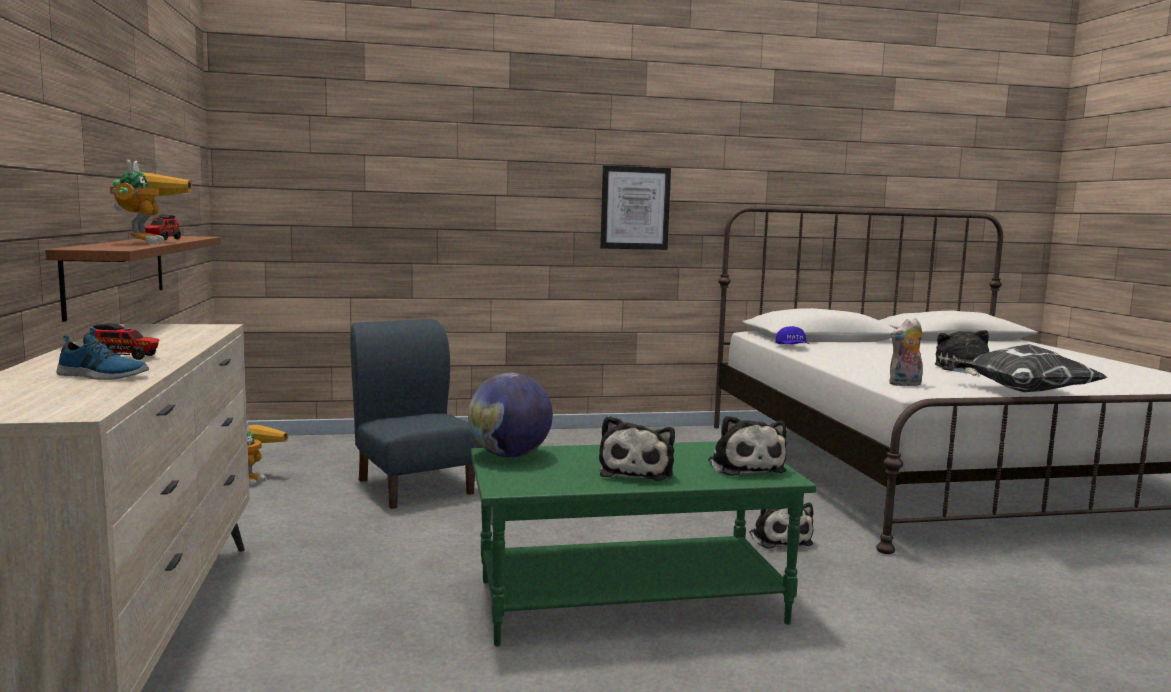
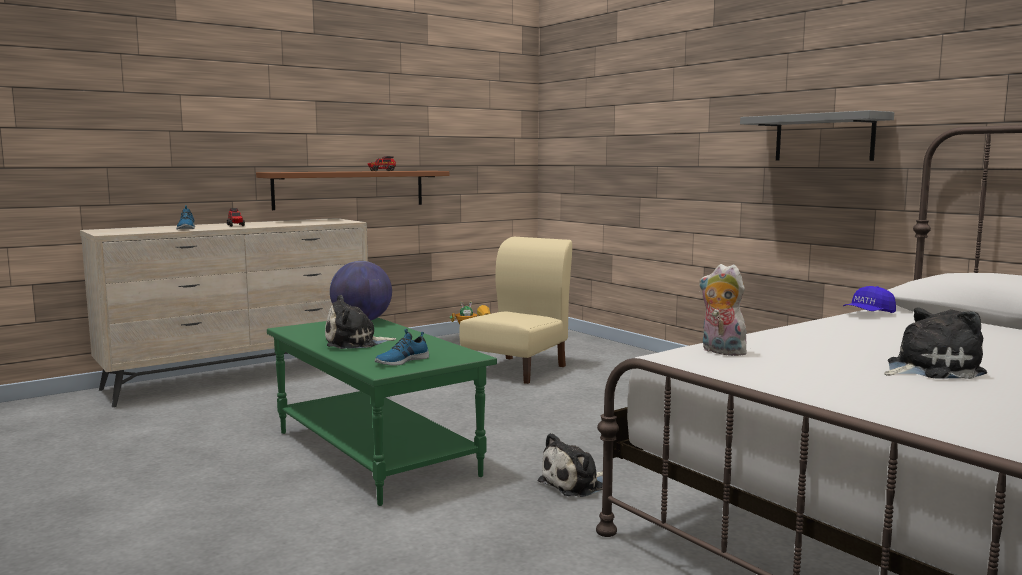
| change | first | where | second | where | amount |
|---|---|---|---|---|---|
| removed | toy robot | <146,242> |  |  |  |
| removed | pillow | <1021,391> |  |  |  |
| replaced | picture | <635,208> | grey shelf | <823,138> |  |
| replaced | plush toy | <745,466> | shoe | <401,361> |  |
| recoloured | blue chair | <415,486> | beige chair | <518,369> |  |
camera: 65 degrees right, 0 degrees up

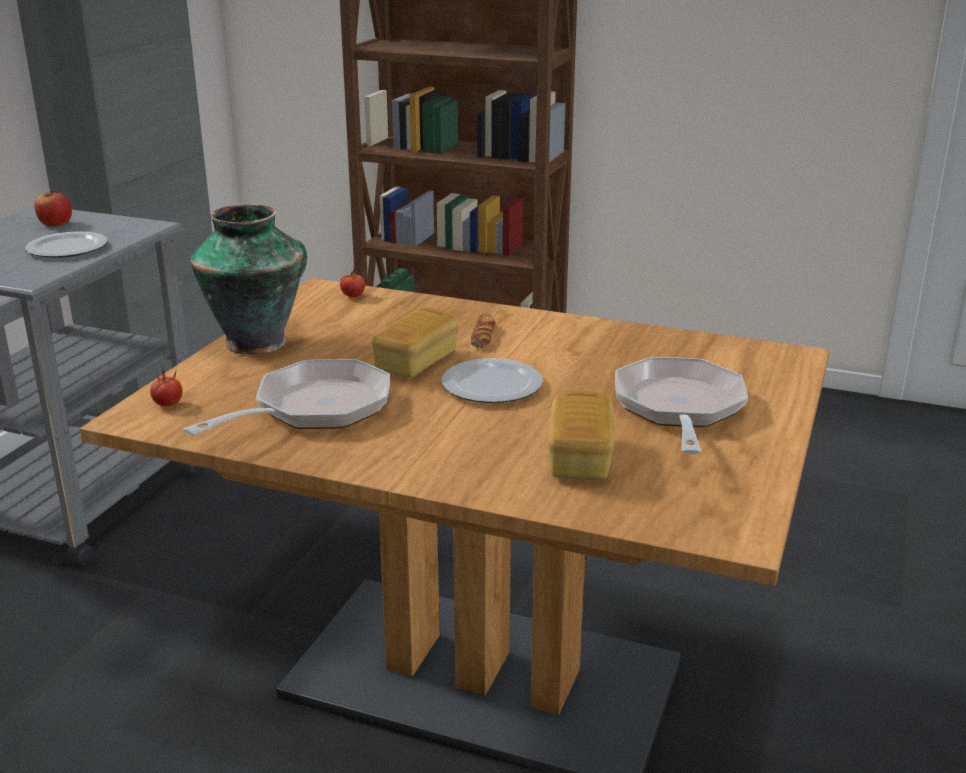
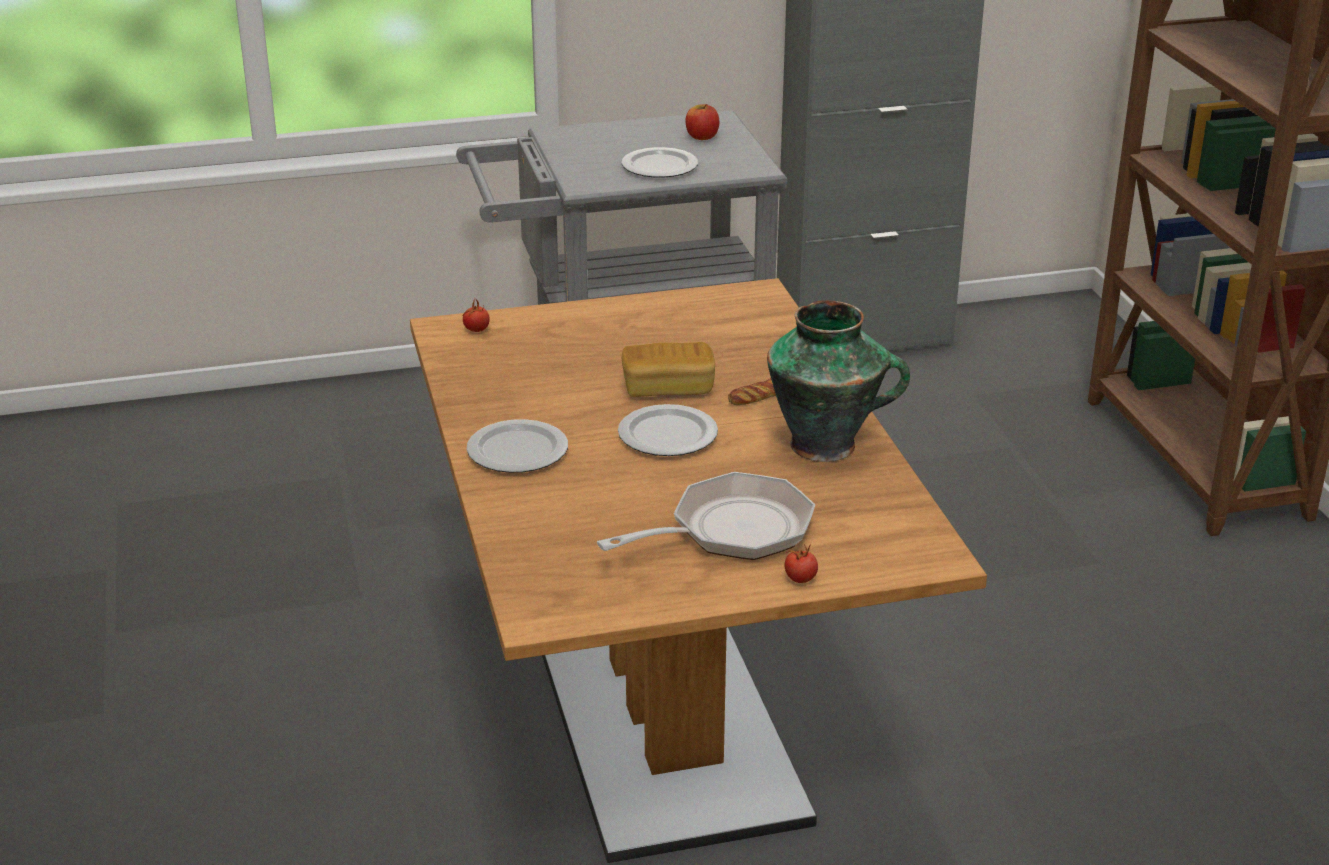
| change | first | where | second | where | amount |
|---|---|---|---|---|---|
| removed | frying pan | <314,409> |  |  |  |
| removed | bread | <580,458> |  |  |  |
| added |  |  | plate | <515,451> |  |
| moved | vase | <259,342> |  | <826,445> |  |
| moved | tomato | <353,296> |  | <800,579> |  |
camera: 55 degrees right, 5 degrees up

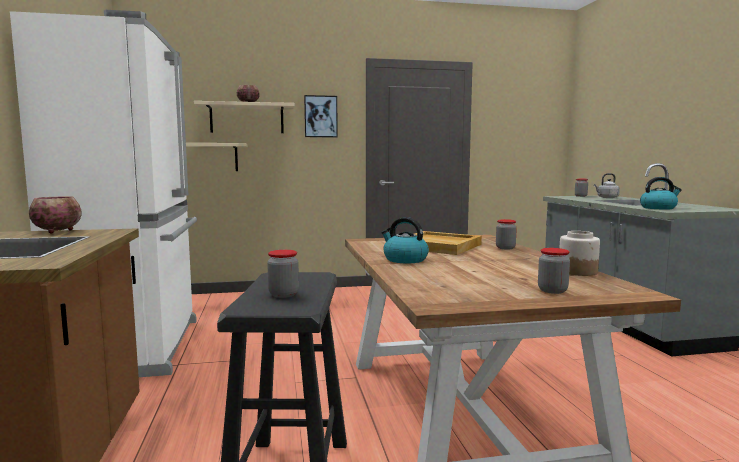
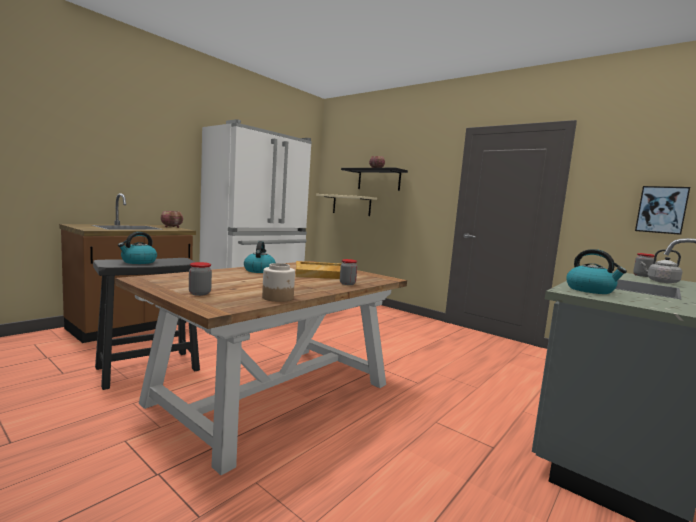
| change | first | where | second | where | amount |
|---|---|---|---|---|---|
| moved | picture | <320,116> |  | <661,209> |  |
| replaced | jar | <283,294> | kettle | <138,262> |  |
| recoloured | beige shelf | <247,119> | black shelf | <379,180> |  |
camera: 50 degrees right, 0 degrees up

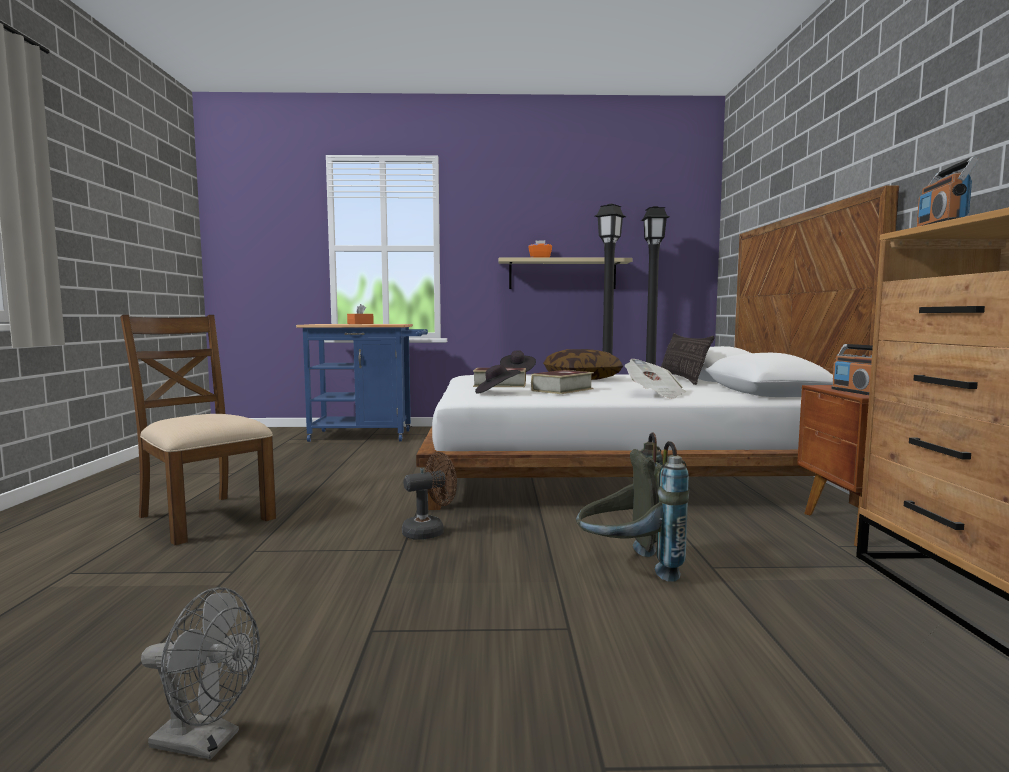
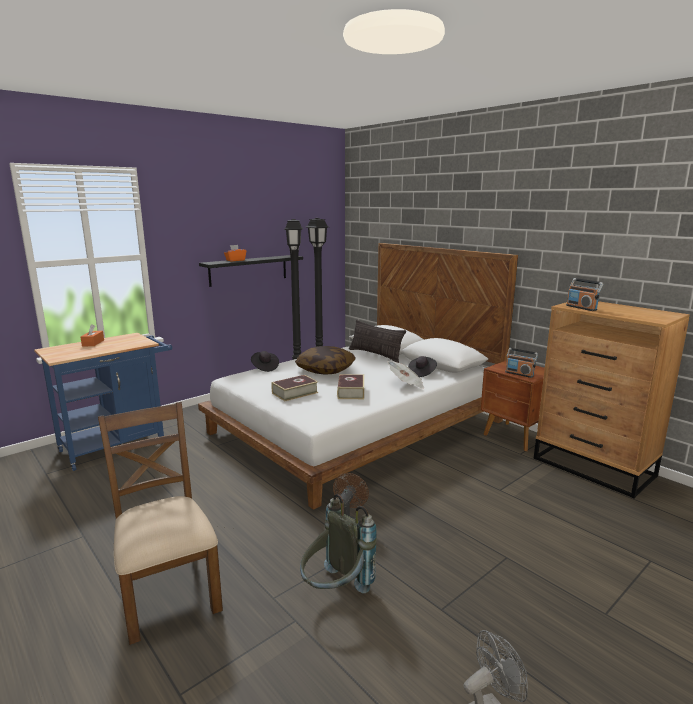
| change | first | where | second | where | amount |
|---|---|---|---|---|---|
| moved | black hat | <497,392> |  | <421,373> |  |
| moved | grey backpack | <628,568> |  | <335,592> |  |
| recoloured | beige shelf | <562,274> | black shelf | <248,270> |  |
| turned | brown chair | <204,517> |  | <168,591> | 60 degrees clockwise |
camera: 40 degrees left, 10 degrees up

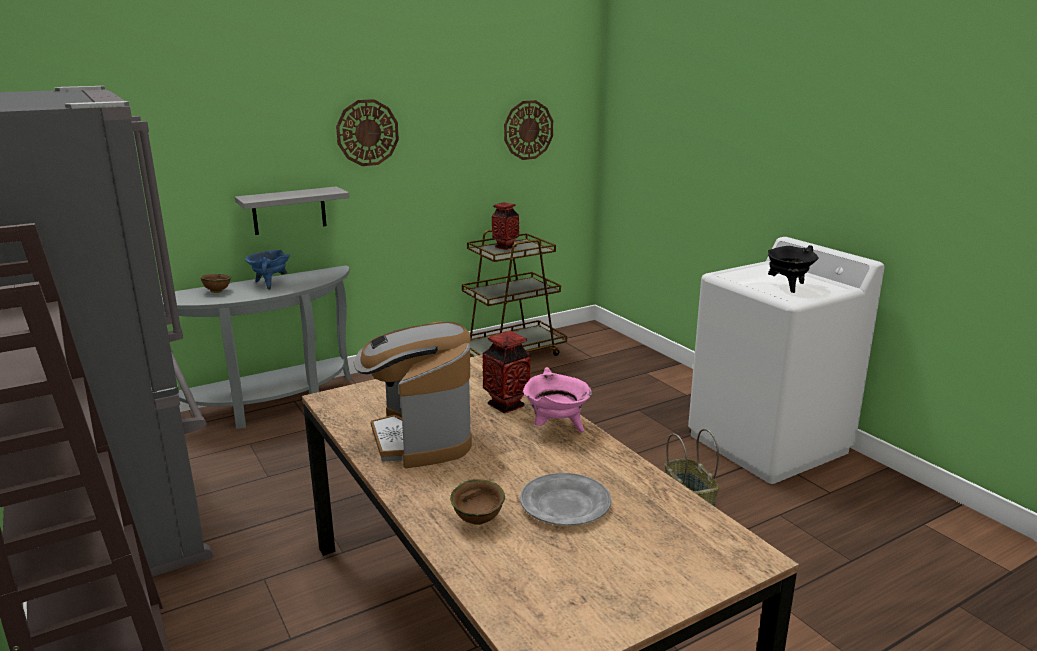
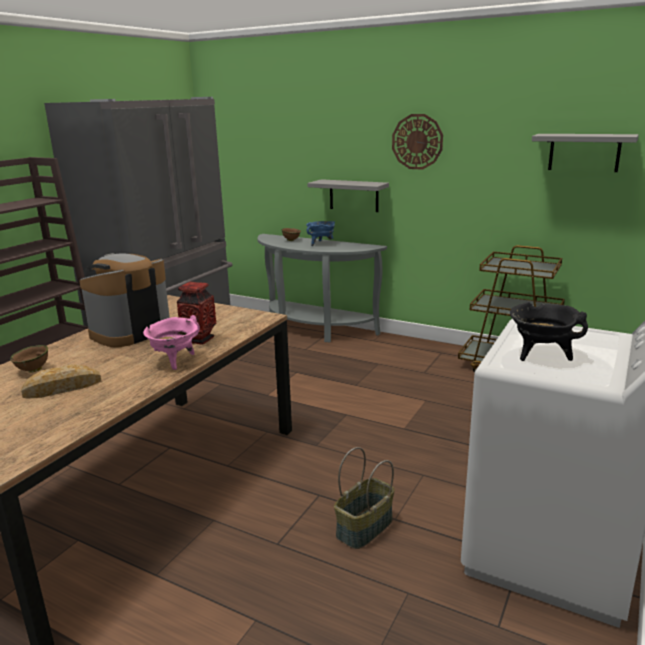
| change | first | where | second | where | amount |
|---|---|---|---|---|---|
| removed | vase | <505,247> |  |  |  |
| replaced | wall clock | <528,130> | grey shelf | <584,152> |  |
| replaced | grey plate | <564,504> | bread | <62,388> |  |
camera: 60 degrees right, 0 degrees up

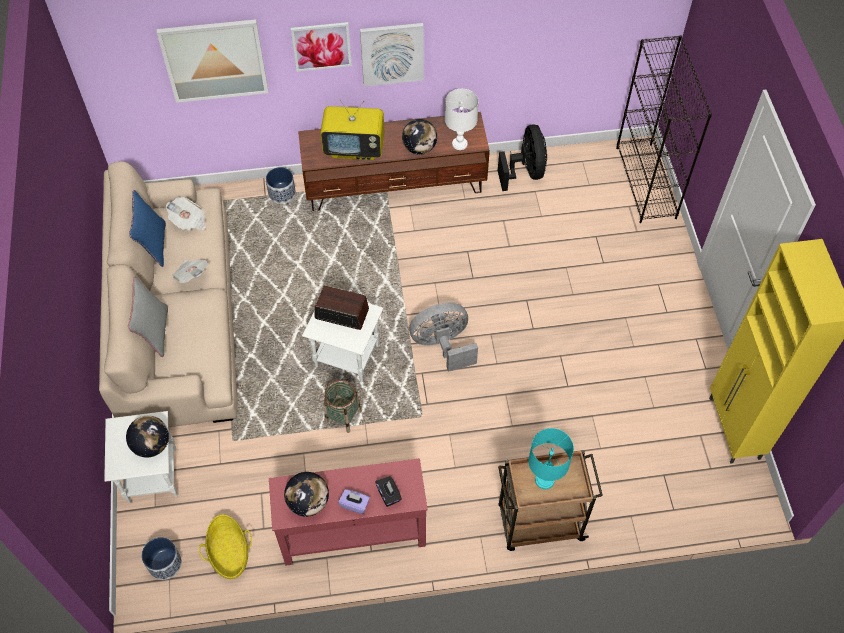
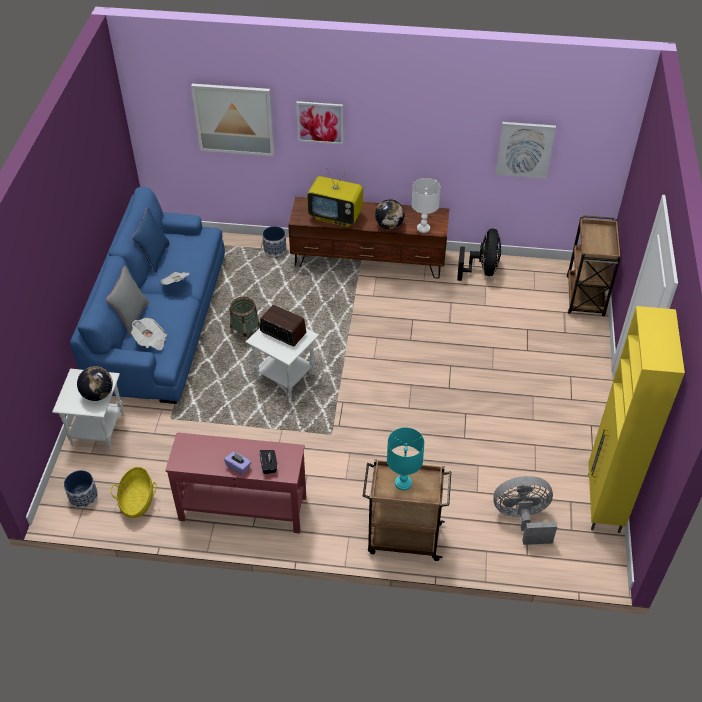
| change | first | where | second | where | amount |
|---|---|---|---|---|---|
| removed | globe | <308,502> |  |  |  |
| moved | newspaper | <189,221> |  | <150,340> |  |
| moved | basket | <343,416> |  | <245,332> |  |
| moved | picture | <392,53> |  | <525,149> |  |
| moved | grey fan | <443,345> |  | <522,519> |  |
| replaced | black bookcase | <646,183> | brown cart | <585,297> |  |
| recoloured | beige sofa | <178,317> | blue sofa | <160,321> |  |
camera: 15 degrees right, 10 degrees down

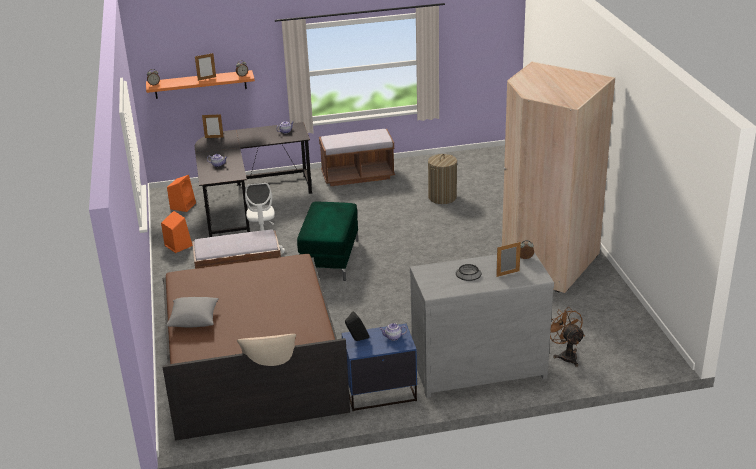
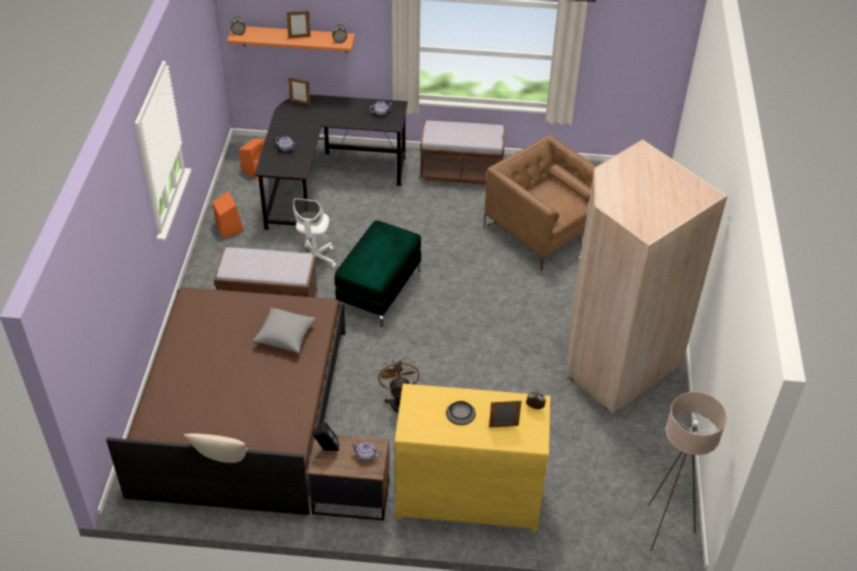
| change | first | where | second | where | amount |
|---|---|---|---|---|---|
| added |  |  | beige floor lamp | <665,528> |  |
| moved | grey pillow | <194,320> |  | <285,336> |  |
| moved | brown fan | <566,355> |  | <399,402> |  |
| replaced | laundry basket | <442,197> | brown armchair | <542,229> |  |
| recoloured | blue nightstand | <380,393> | brown nightstand | <350,497> |  |
| recoloured | grey dresser | <477,368> | yellow dresser | <467,494> |  |
camera: 15 degrees right, 15 degrees up

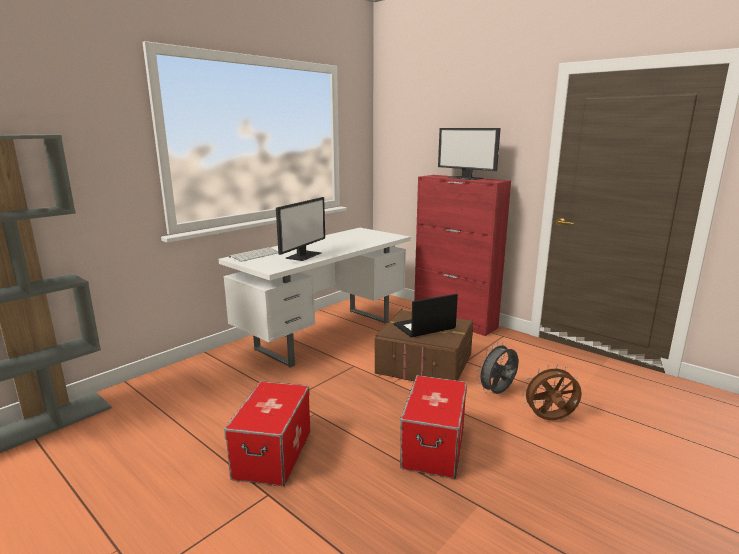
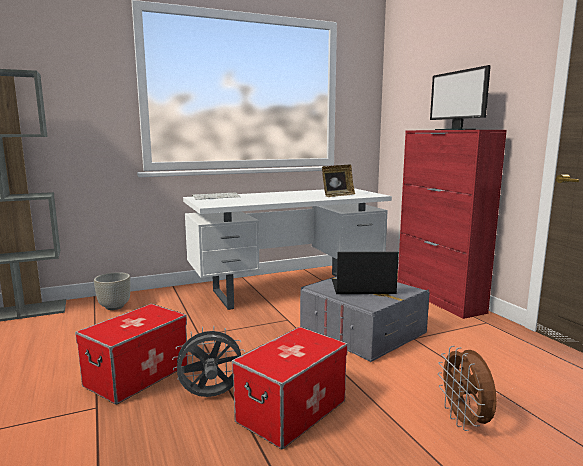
| change | first | where | second | where | amount |
|---|---|---|---|---|---|
| removed | monitor | <303,255> |  |  |  |
| added |  |  | grey planter | <115,307> |  |
| added |  |  | picture frame | <337,195> |  |
| moved | grey fan | <497,393> |  | <211,396> |  |
| recoloured | brown storage box | <424,364> | grey storage box | <362,332> |  |
| turned | brown fan | <549,420> |  | <465,422> | 120 degrees counterclockwise |
camera: 25 degrees right, 5 degrees down

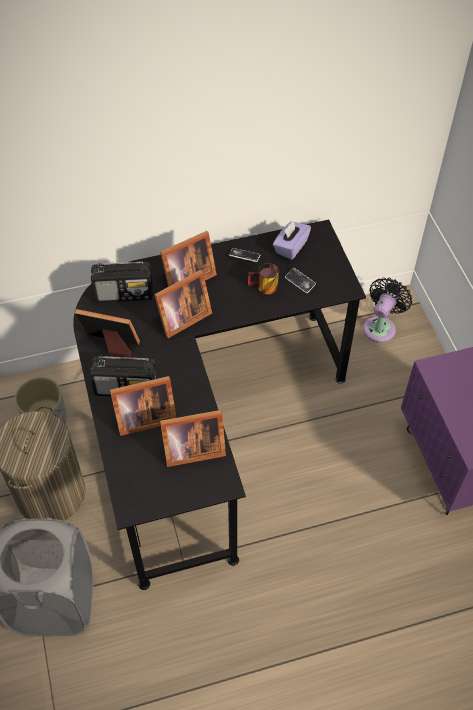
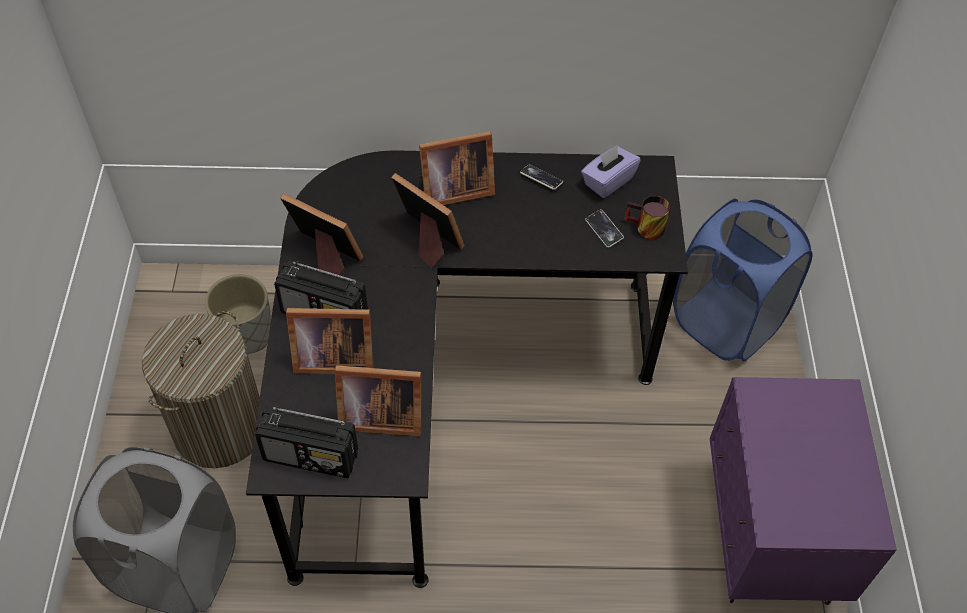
| change | first | where | second | where | amount |
|---|---|---|---|---|---|
| moved | radio | <124,294> |  | <312,456> |  |
| moved | mug | <264,288> |  | <645,229> |  |
| replaced | black fan | <381,327> | blue laundry basket | <725,322> |  |
| turned | picture frame | <180,318> |  | <427,240> | 120 degrees counterclockwise |
camera: 15 degrees right, 0 degrees up

